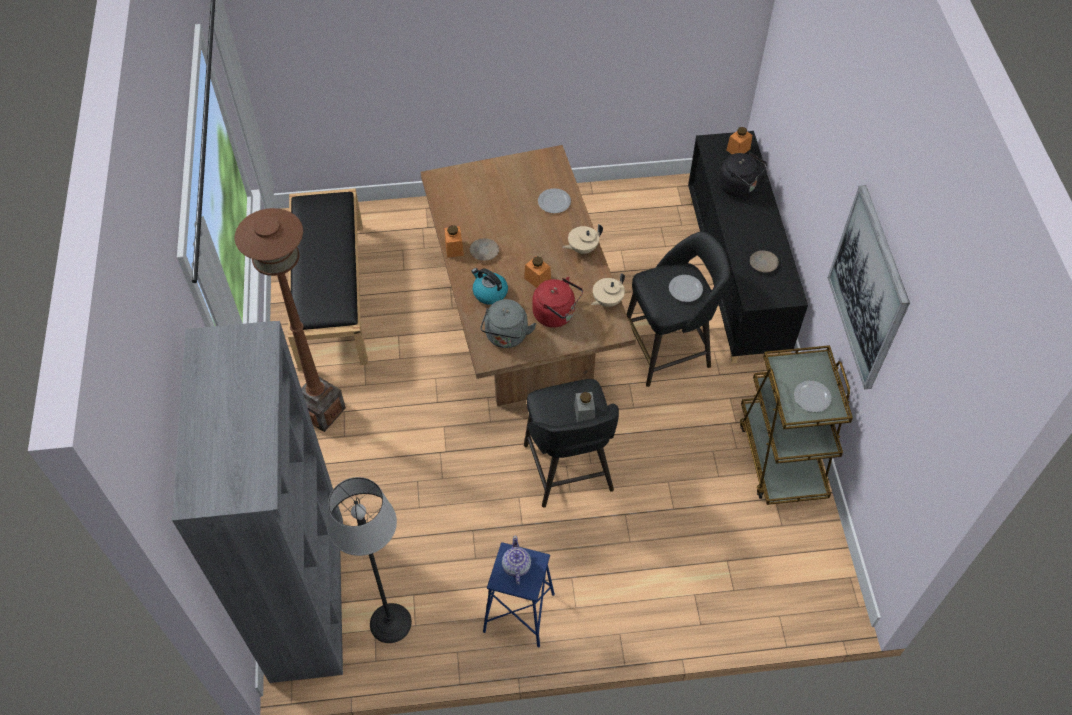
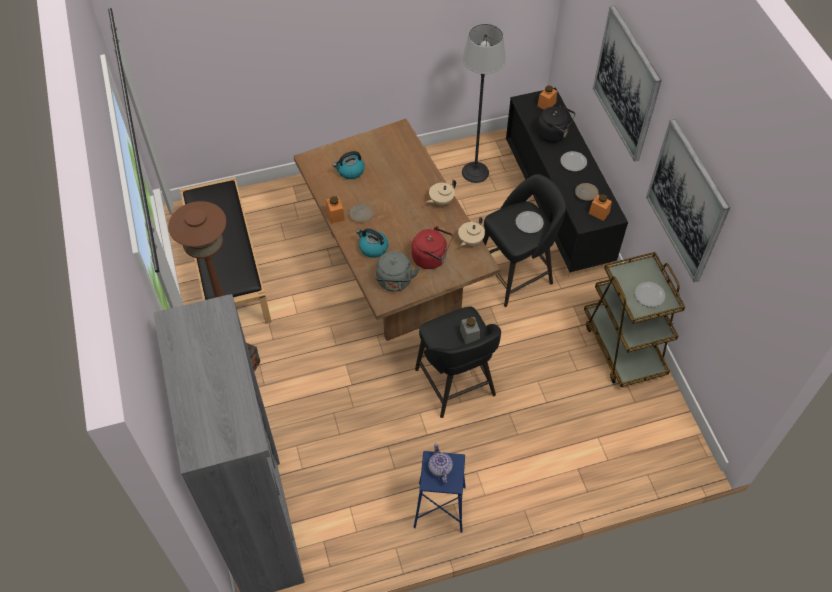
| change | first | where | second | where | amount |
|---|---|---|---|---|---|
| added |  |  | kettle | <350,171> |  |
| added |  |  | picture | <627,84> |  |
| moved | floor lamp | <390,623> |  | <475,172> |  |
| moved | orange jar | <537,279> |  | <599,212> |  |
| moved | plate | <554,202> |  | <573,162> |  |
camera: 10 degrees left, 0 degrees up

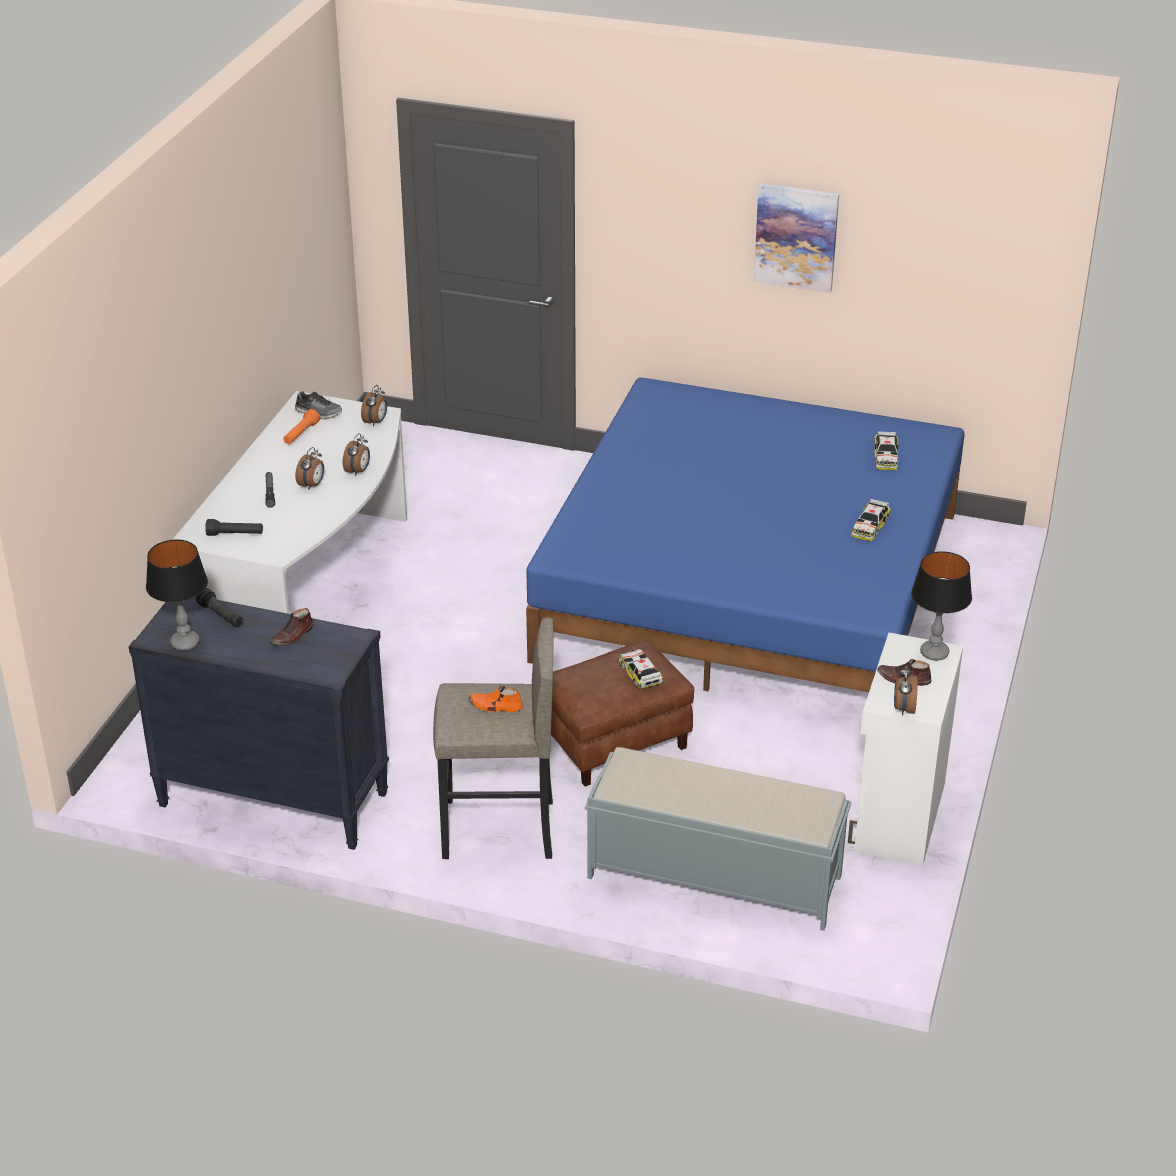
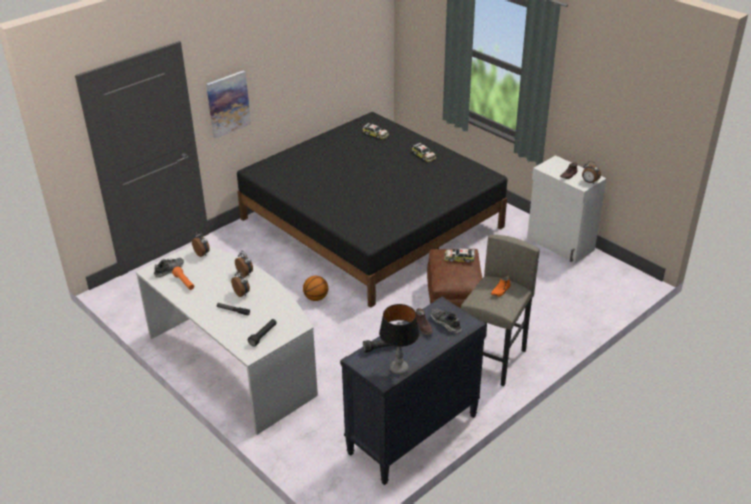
| change | first | where | second | where | amount |
|---|---|---|---|---|---|
| removed | grey bench | <712,876> |  |  |  |
| removed | table lamp | <934,653> |  |  |  |
| added |  |  | basketball | <316,298> |  |
| added |  |  | shoe | <445,323> |  |
| moved | picture | <796,237> |  | <228,104> |  |
| recoloured | blue bed | <751,586> | black bed | <372,223> |  |
camera: 60 degrees left, 0 degrees up

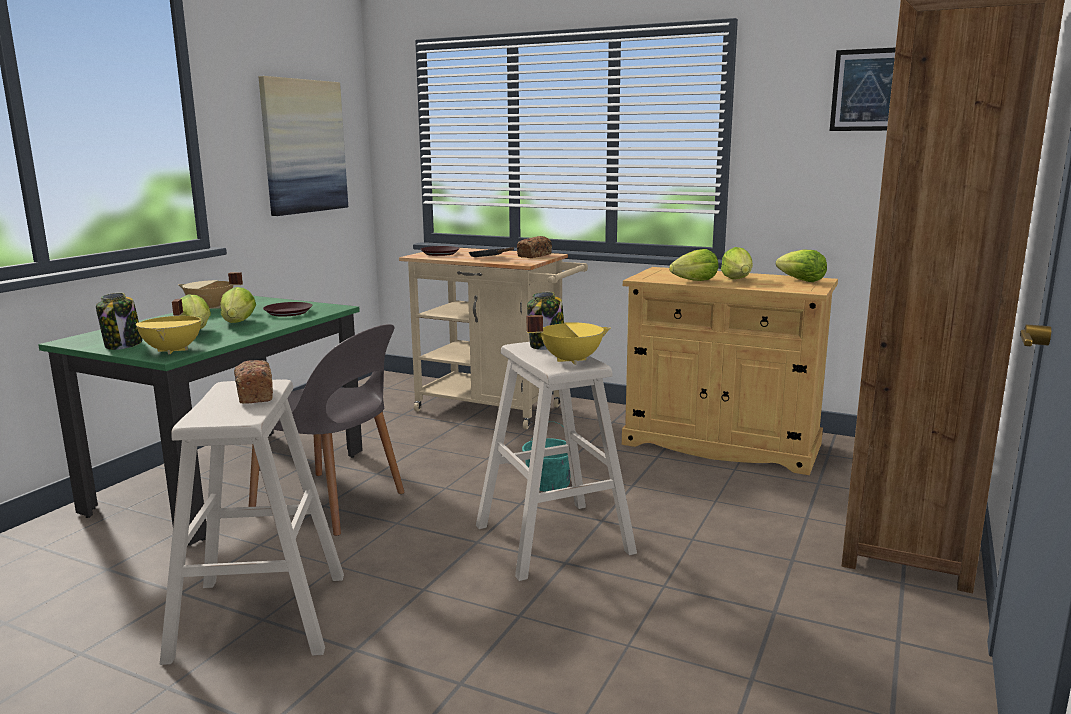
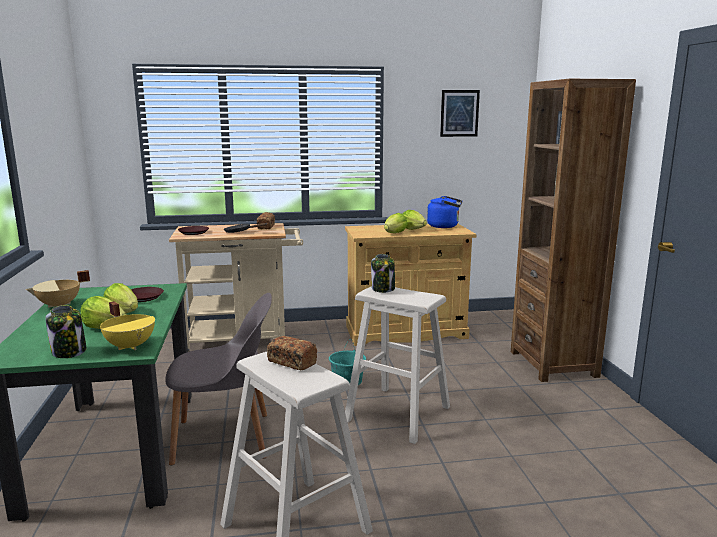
| change | first | where | second | where | amount |
|---|---|---|---|---|---|
| removed | picture | <303,146> |  |  |  |
| removed | yellow cooking pot | <571,360> |  |  |  |
| replaced | lettuce | <801,281> | blue kettle | <445,226> |  |
camera: 35 degrees left, 0 degrees up

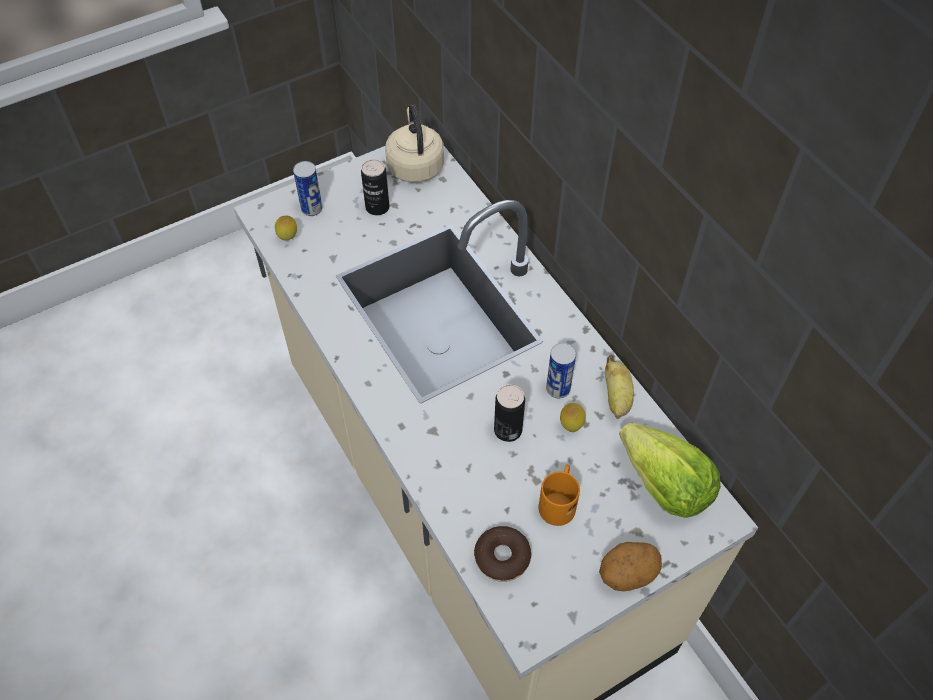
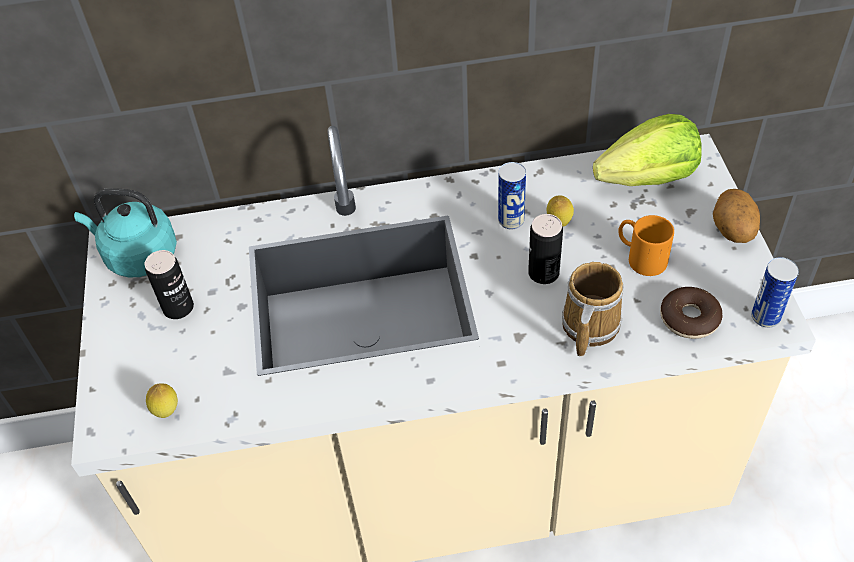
| change | first | where | second | where | amount |
|---|---|---|---|---|---|
| removed | banana | <617,398> |  |  |  |
| added |  |  | mug | <587,326> |  |
| moved | can | <312,209> |  | <765,317> |  |
| recoloured | beige kettle | <415,165> | turquoise kettle | <138,256> |  |
camera: 65 degrees left, 5 degrees down

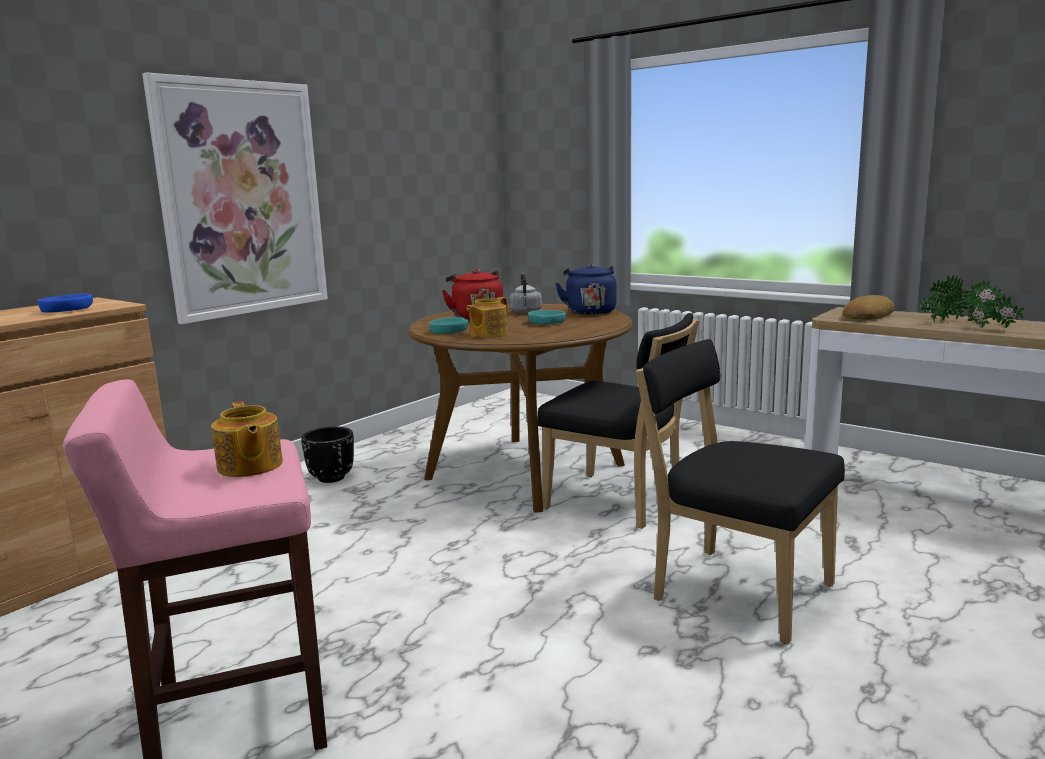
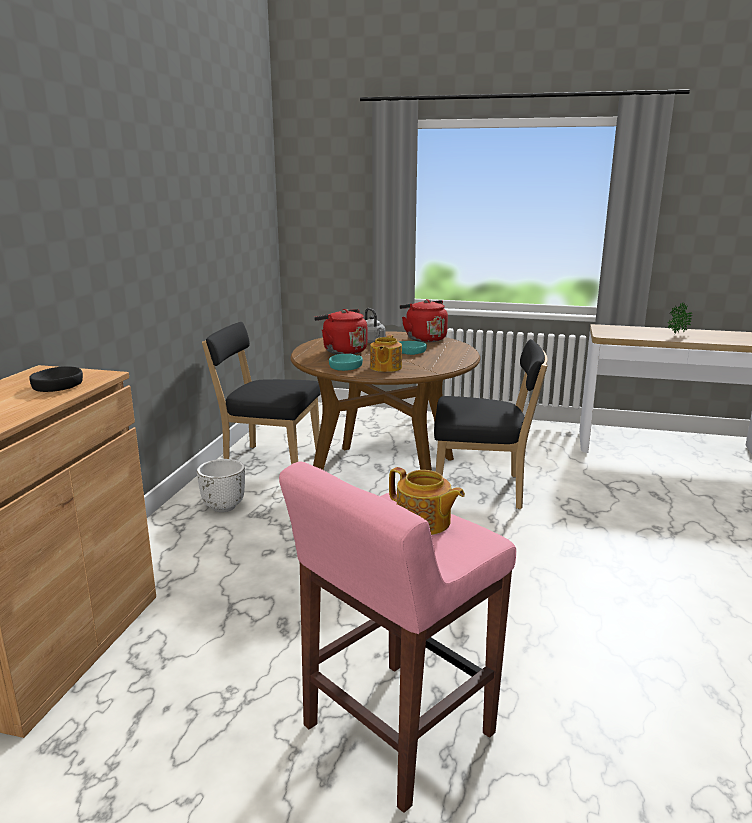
| change | first | where | second | where | amount |
|---|---|---|---|---|---|
| removed | picture | <242,199> |  |  |  |
| removed | bread | <867,316> |  |  |  |
| removed | potted plant | <990,328> |  |  |  |
| moved | black chair | <735,590> |  | <268,462> |  |
| recoloured | blue bowl | <67,310> | black bowl | <58,386> |  |
| recoloured | black planter | <332,478> | white planter | <224,506> |  |
| recoloured | blue kettle | <589,312> | red kettle | <424,338> |  |
camera: 25 degrees left, 5 degrees up

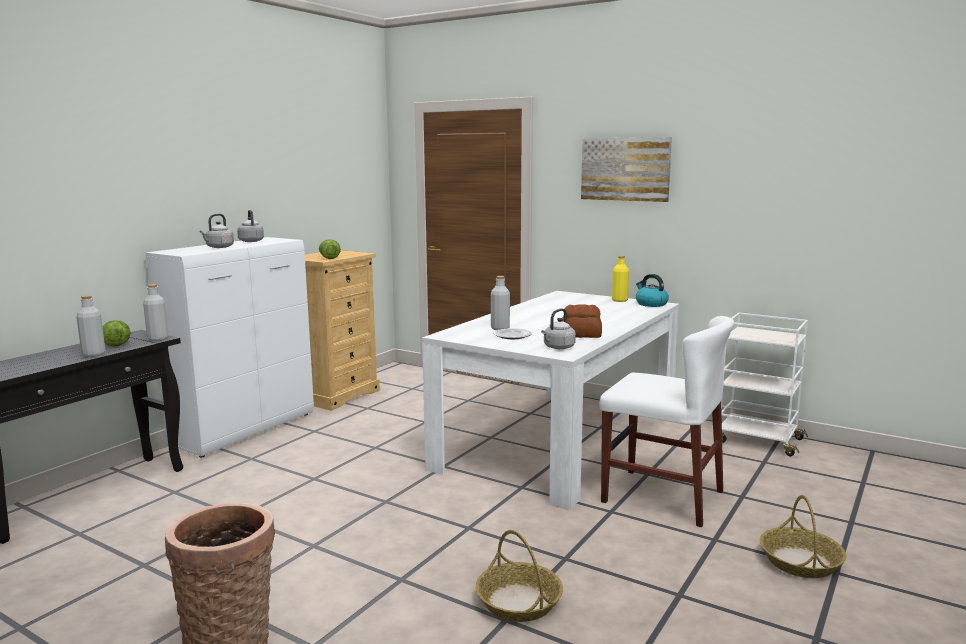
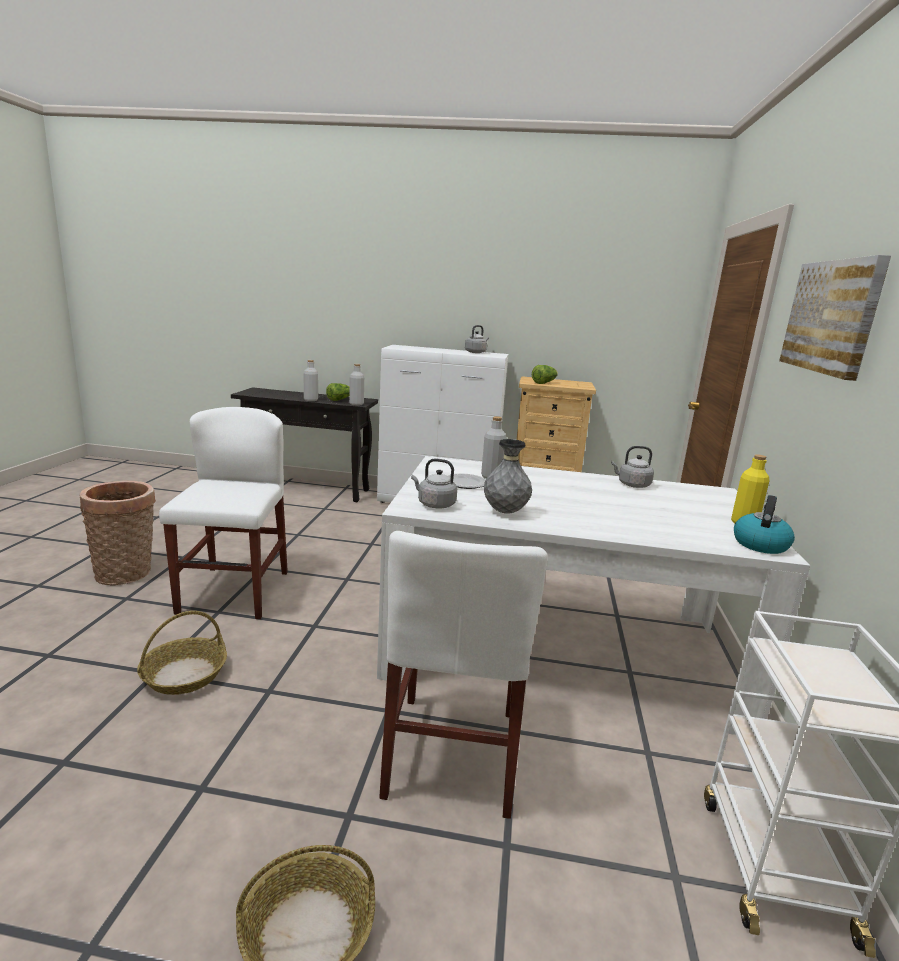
| change | first | where | second | where | amount |
|---|---|---|---|---|---|
| added |  |  | white chair | <234,592> |  |
| moved | grey kettle | <218,247> |  | <632,485> |  |
| replaced | bread | <581,335> | grey vase | <505,512> |  |
camera: 65 degrees right, 5 degrees up

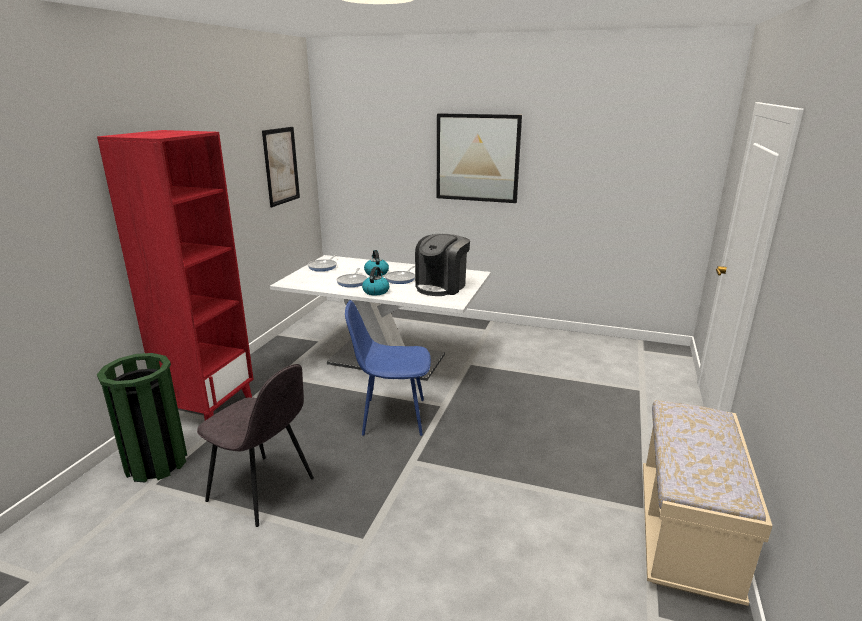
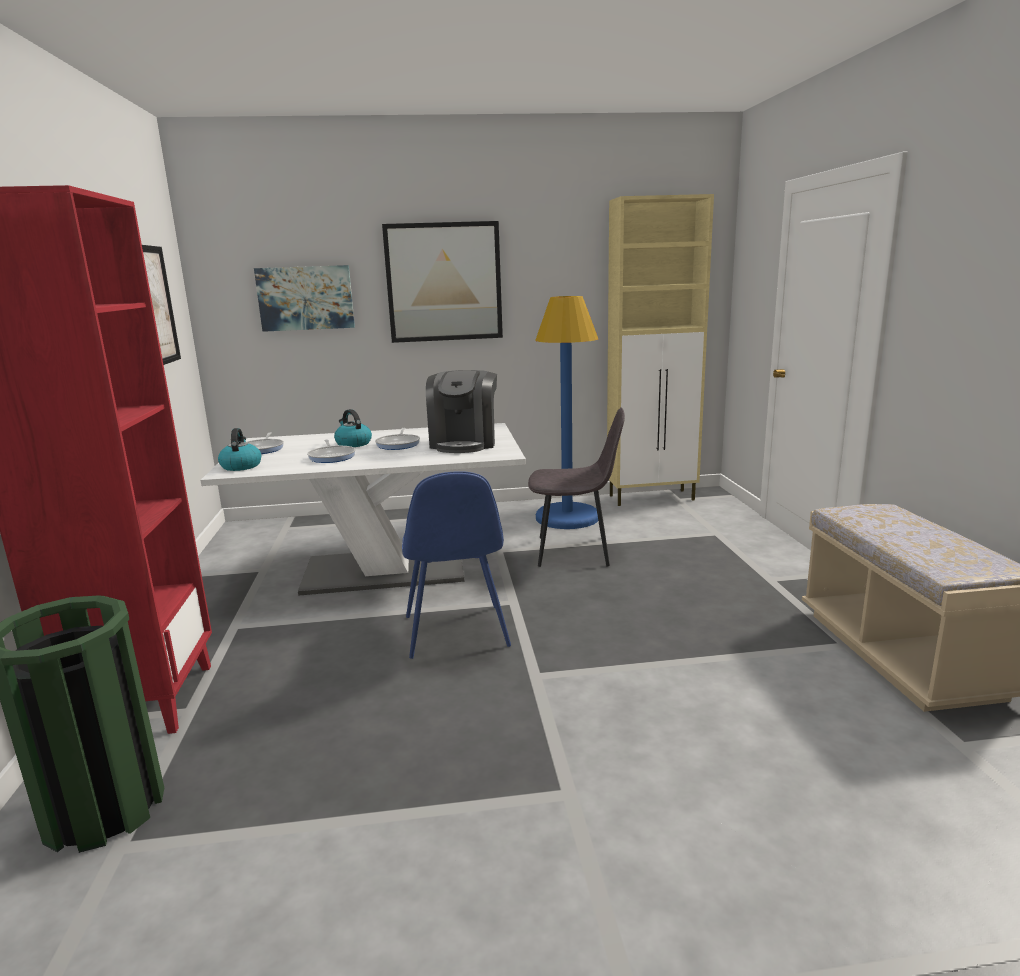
| change | first | where | second | where | amount |
|---|---|---|---|---|---|
| added |  |  | picture | <305,298> |  |
| added |  |  | blue floor lamp | <567,517> |  |
| added |  |  | beige cabinet | <652,498> |  |
| moved | grey chair | <263,490> |  | <575,551> |  |
| moved | kettle | <376,291> |  | <241,466> |  |
| turned | blue chair | <391,416> |  | <456,633> | 75 degrees counterclockwise |
camera: 25 degrees left, 5 degrees down

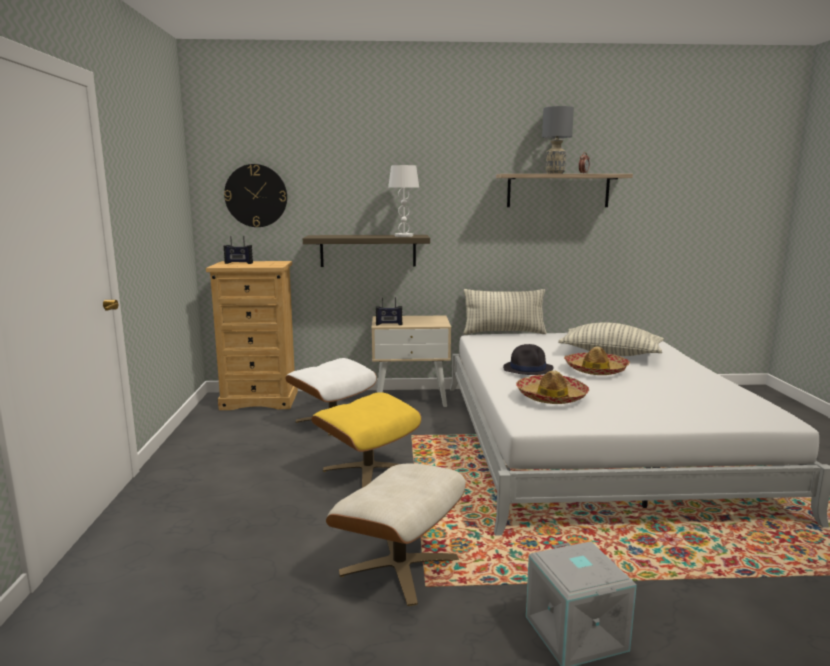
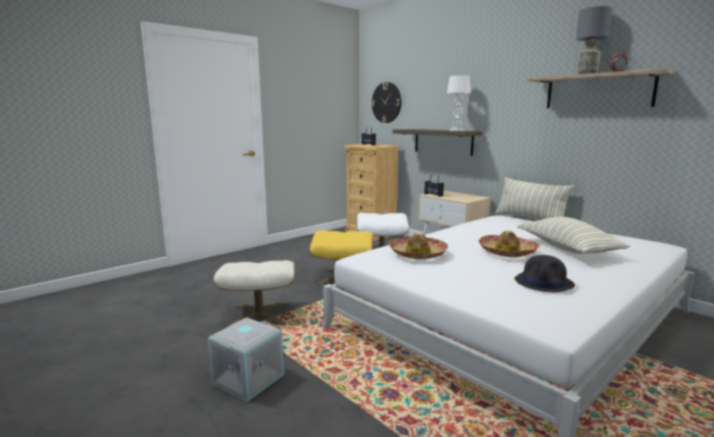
| change | first | where | second | where | amount |
|---|---|---|---|---|---|
| moved | black hat | <528,369> |  | <544,283> |  |
camera: 50 degrees right, 0 degrees up

